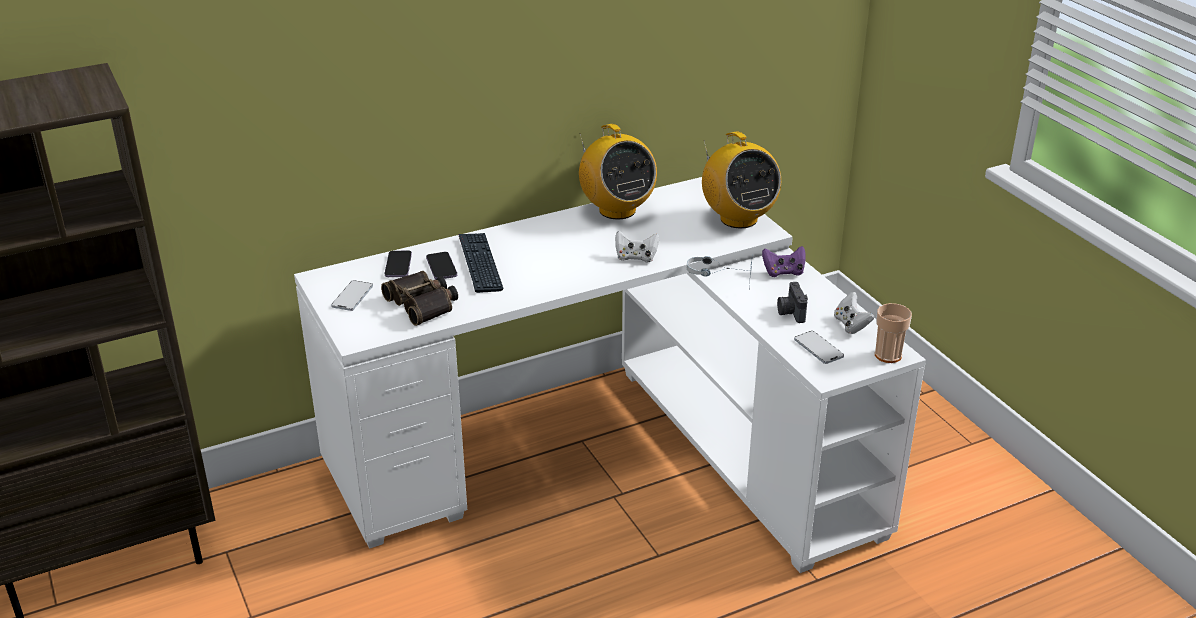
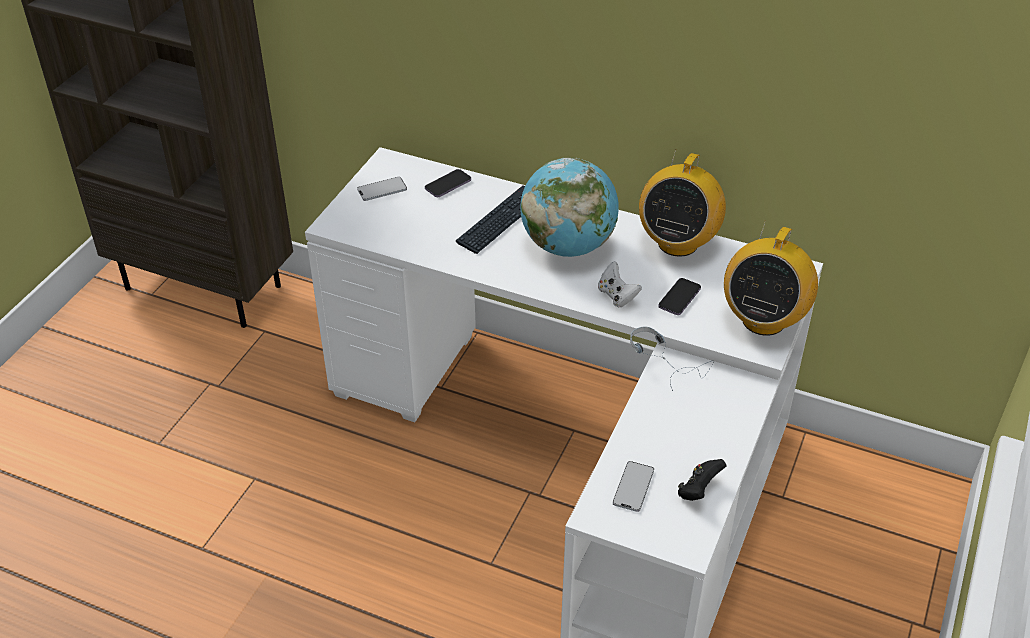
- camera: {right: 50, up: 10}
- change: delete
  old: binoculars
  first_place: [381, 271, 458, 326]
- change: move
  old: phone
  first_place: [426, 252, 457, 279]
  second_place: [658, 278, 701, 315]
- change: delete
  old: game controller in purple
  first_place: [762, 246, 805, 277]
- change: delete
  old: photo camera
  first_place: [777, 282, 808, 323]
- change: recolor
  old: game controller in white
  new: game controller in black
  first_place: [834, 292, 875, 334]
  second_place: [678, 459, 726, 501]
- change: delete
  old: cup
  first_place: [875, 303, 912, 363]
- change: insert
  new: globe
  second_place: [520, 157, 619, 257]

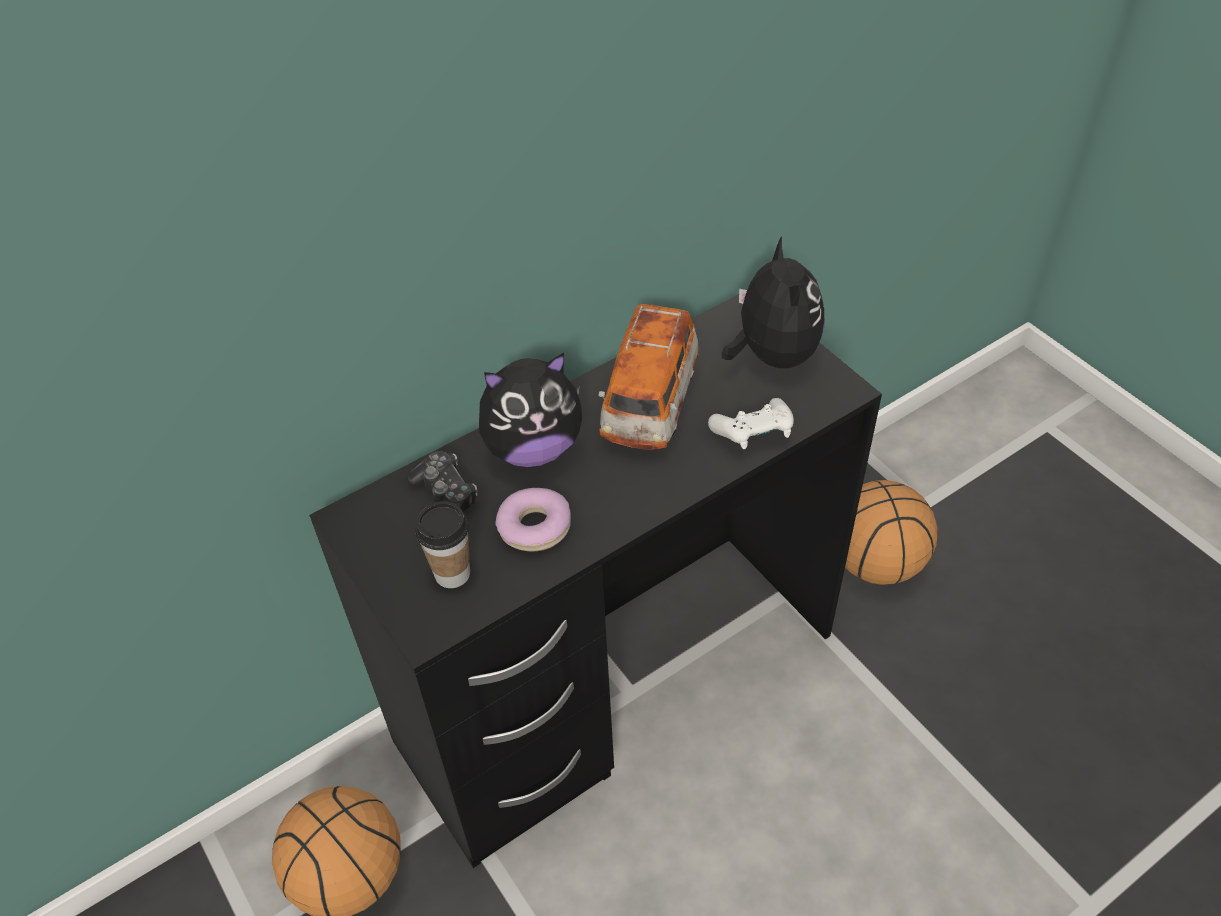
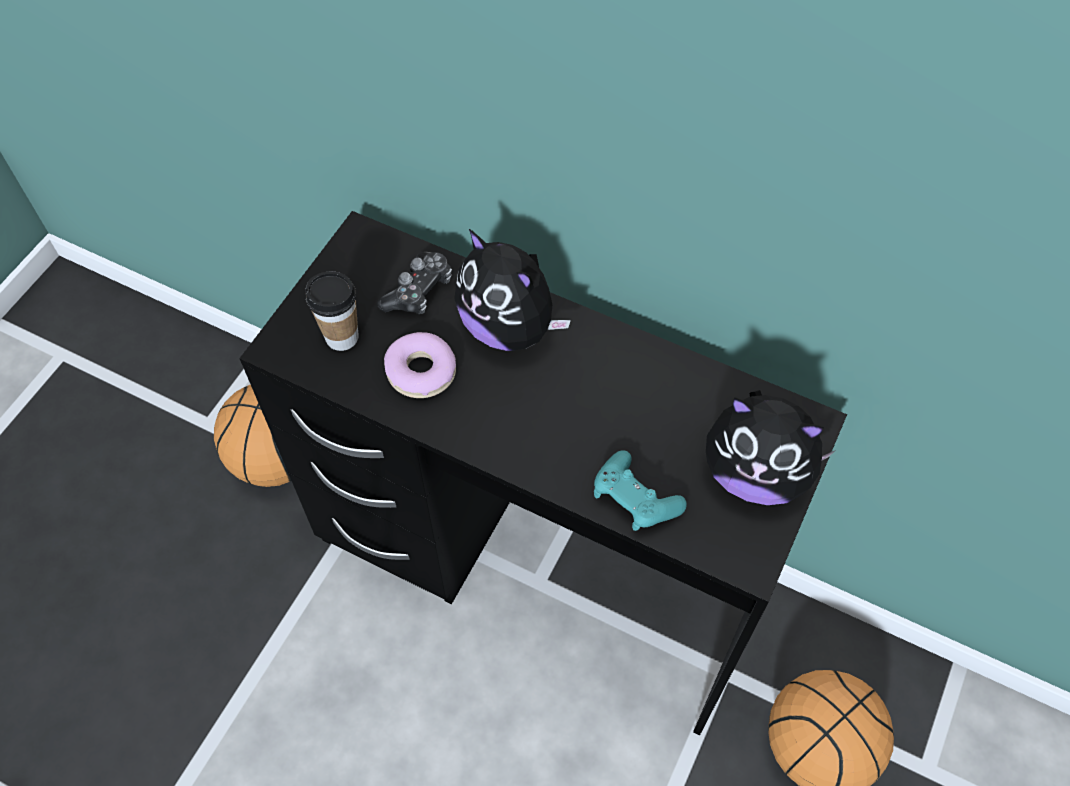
- camera: {right: 60, up: 10}
- change: delete
  old: toy car
  first_place: [598, 304, 699, 450]
- change: recolor
  old: game controller in white
  new: game controller in turquoise
  first_place: [708, 398, 794, 449]
  second_place: [594, 450, 687, 531]
- change: rotate
  old: plush toy
  first_place: [722, 236, 825, 368]
  second_place: [706, 390, 836, 505]
  degrees: 60

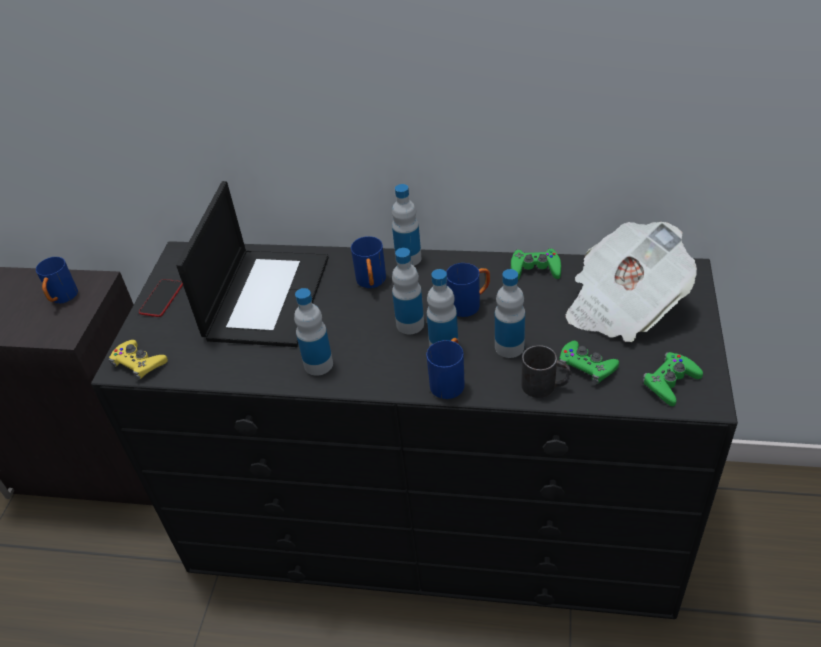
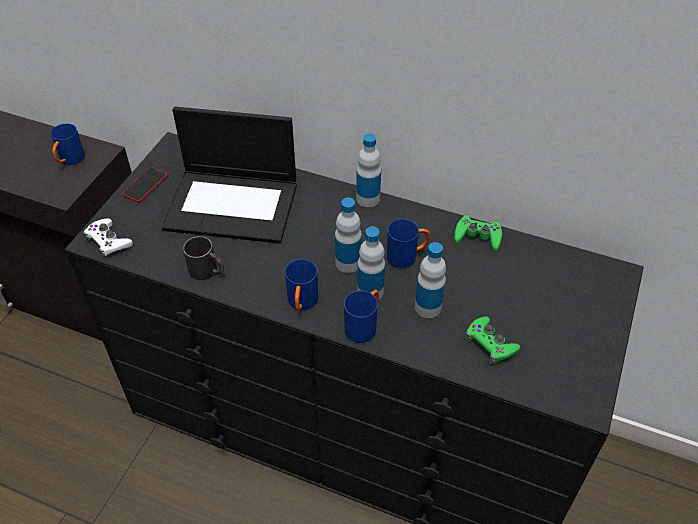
- camera: {right: 10, up: 5}
- change: recolor
  old: game controller in yellow
  new: game controller in white
  first_place: [108, 340, 168, 381]
  second_place: [83, 219, 133, 257]
- change: rotate
  old: laptop
  first_place: [176, 181, 329, 347]
  second_place: [162, 107, 297, 243]
  degrees: 75
- change: delete
  old: bottle
  first_place: [294, 288, 333, 376]
- change: move
  old: mug in blue
  first_place: [351, 236, 386, 288]
  second_place: [285, 259, 318, 311]
- change: move
  old: mug in black
  first_place: [521, 345, 571, 398]
  second_place: [183, 236, 224, 281]
- change: delete
  old: newspaper
  first_place: [566, 222, 697, 342]
- change: delete
  old: game controller in green
  first_place: [642, 352, 703, 406]

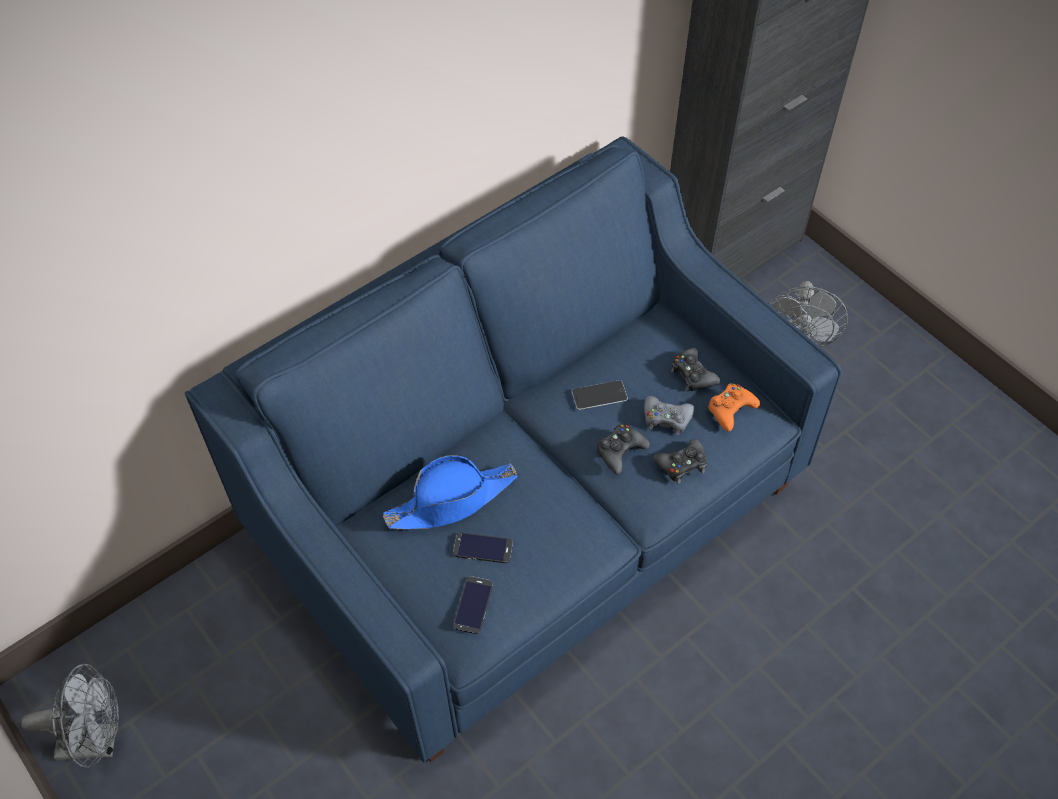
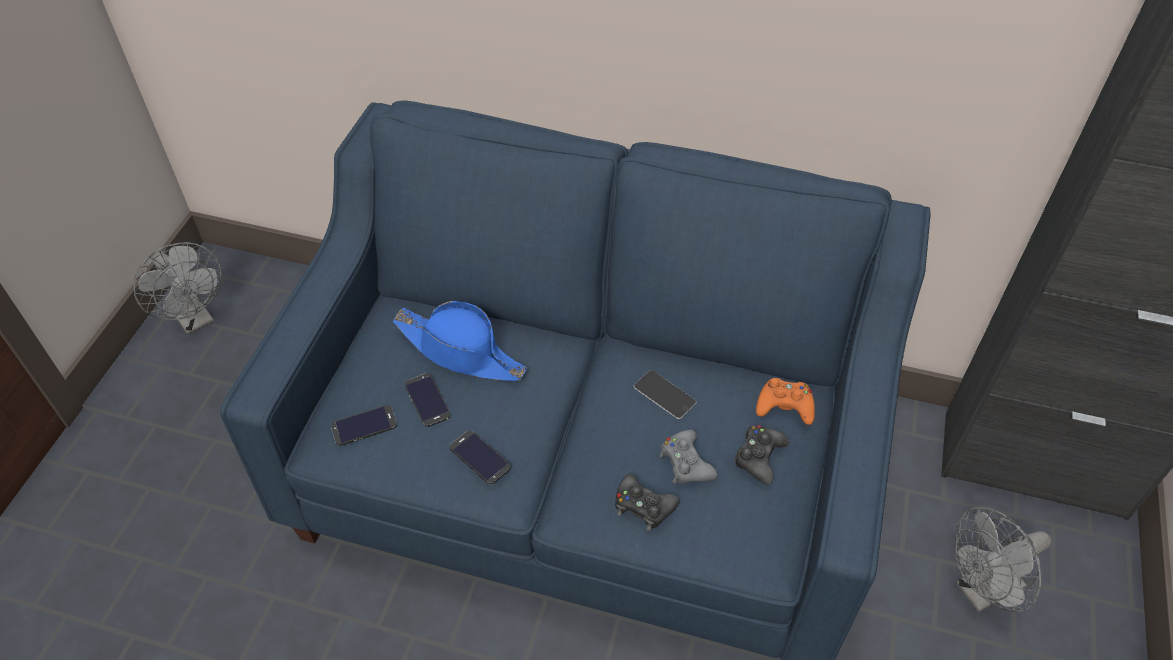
- camera: {right: 55, up: -5}
- change: delete
  old: game controller in black
  first_place: [597, 424, 650, 475]
- change: move
  old: game controller in orange
  first_place: [708, 383, 760, 432]
  second_place: [756, 378, 815, 425]
- change: insert
  new: phone
  second_place: [450, 431, 510, 484]

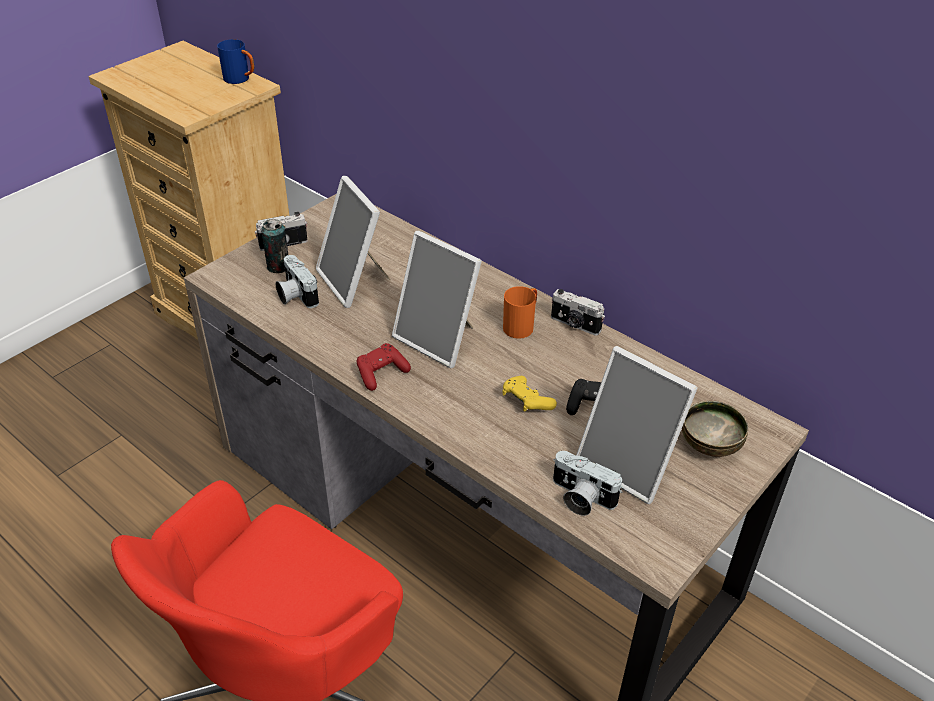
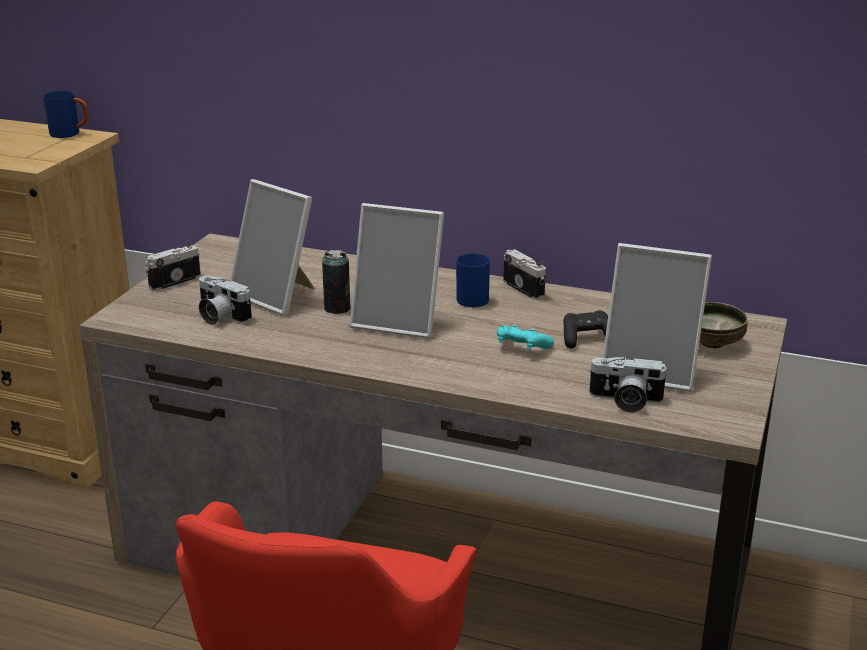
- camera: {right: -20, up: -15}
- change: move
  old: can
  first_place: [261, 219, 288, 273]
  second_place: [322, 250, 350, 314]
- change: delete
  old: game controller in red
  first_place: [357, 343, 411, 391]
- change: recolor
  old: mug in orange
  new: mug in blue
  first_place: [503, 286, 537, 339]
  second_place: [456, 253, 490, 307]
- change: recolor
  old: game controller in yellow
  new: game controller in turquoise
  first_place: [503, 376, 557, 412]
  second_place: [497, 325, 554, 350]
- change: rotate
  old: photo camera
  first_place: [551, 289, 605, 336]
  second_place: [503, 249, 546, 300]
  degrees: -135

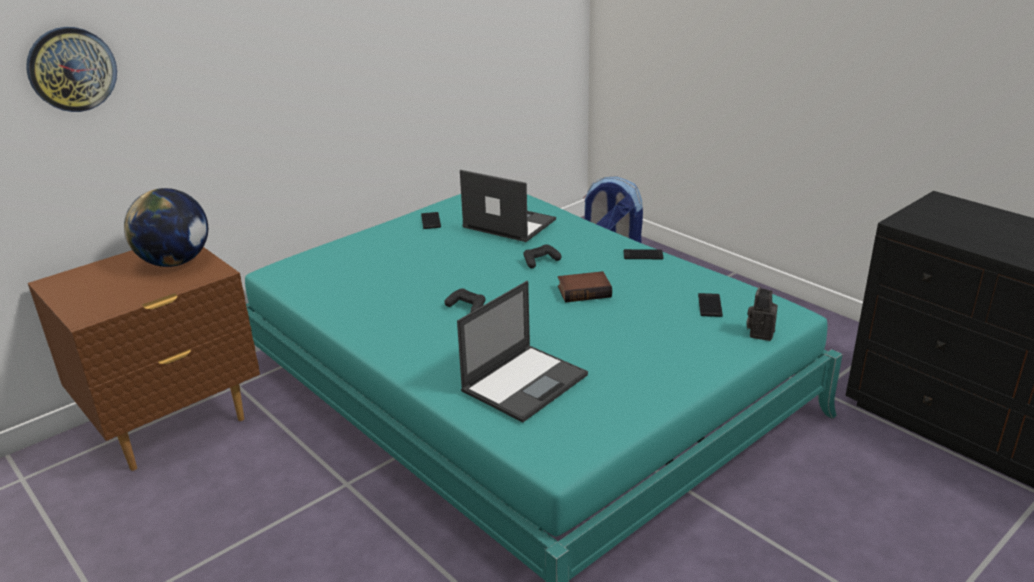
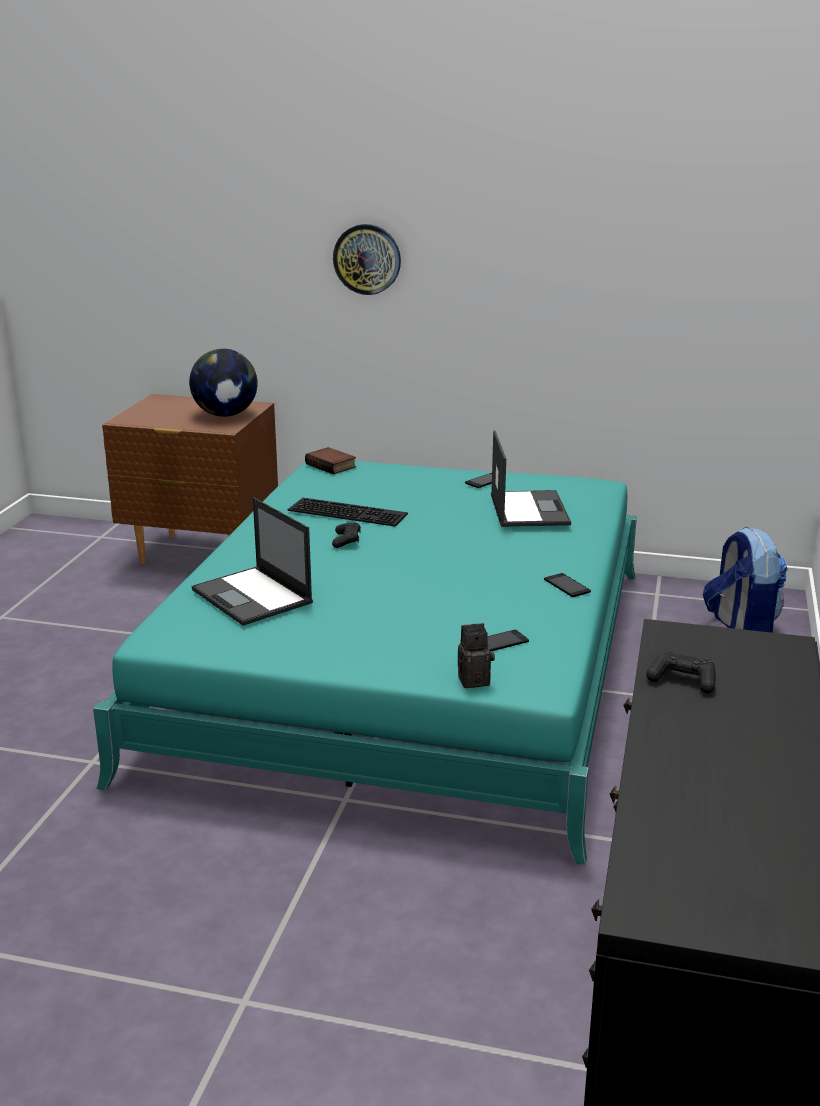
- camera: {right: 55, up: -5}
- change: move
  old: wall clock
  first_place: [26, 27, 117, 112]
  second_place: [333, 224, 401, 295]
- change: rotate
  old: laptop
  first_place: [457, 281, 588, 422]
  second_place: [192, 497, 313, 626]
  degrees: 45
- change: move
  old: game controller in black
  first_place: [524, 244, 562, 268]
  second_place: [646, 651, 716, 693]
- change: move
  old: book
  first_place: [558, 271, 612, 302]
  second_place: [305, 447, 356, 474]
- change: insert
  new: keyboard
  second_place: [288, 498, 408, 527]

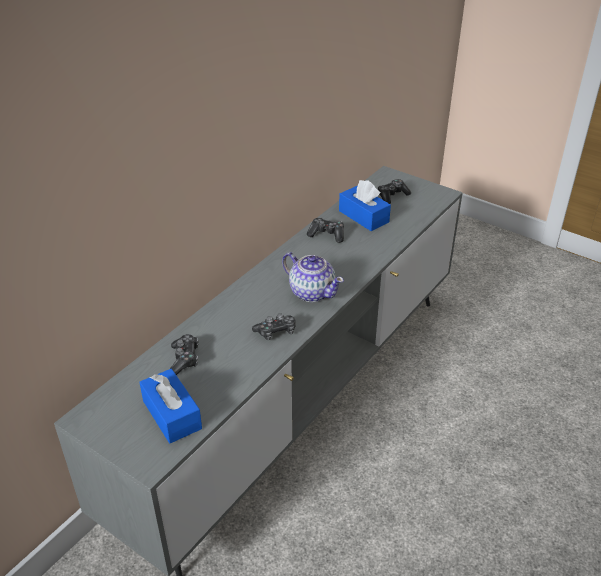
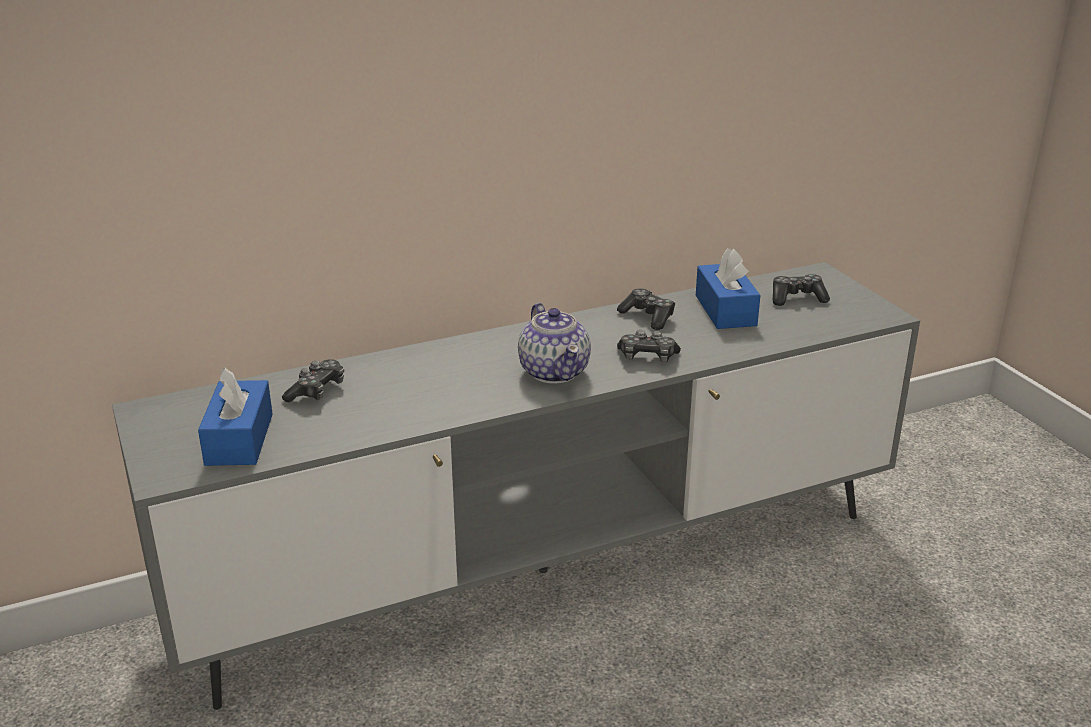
- camera: {right: 30, up: -10}
- change: move
  old: game controller
  first_place: [252, 313, 296, 340]
  second_place: [617, 330, 681, 362]

